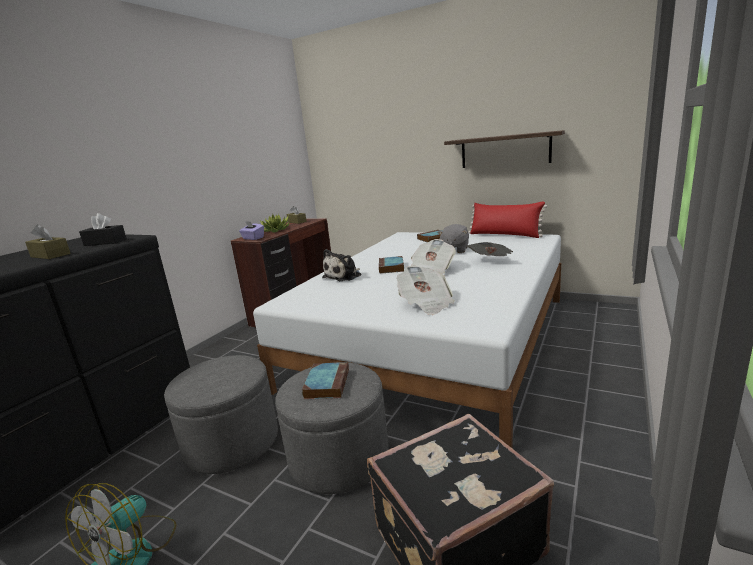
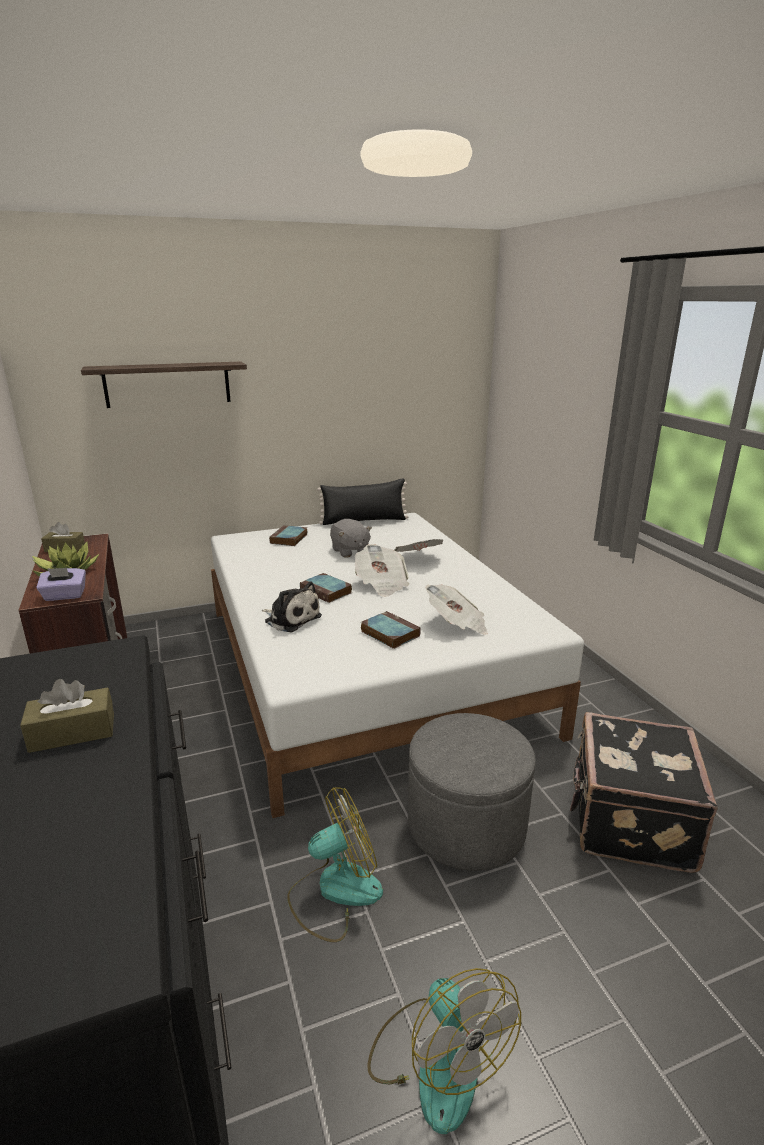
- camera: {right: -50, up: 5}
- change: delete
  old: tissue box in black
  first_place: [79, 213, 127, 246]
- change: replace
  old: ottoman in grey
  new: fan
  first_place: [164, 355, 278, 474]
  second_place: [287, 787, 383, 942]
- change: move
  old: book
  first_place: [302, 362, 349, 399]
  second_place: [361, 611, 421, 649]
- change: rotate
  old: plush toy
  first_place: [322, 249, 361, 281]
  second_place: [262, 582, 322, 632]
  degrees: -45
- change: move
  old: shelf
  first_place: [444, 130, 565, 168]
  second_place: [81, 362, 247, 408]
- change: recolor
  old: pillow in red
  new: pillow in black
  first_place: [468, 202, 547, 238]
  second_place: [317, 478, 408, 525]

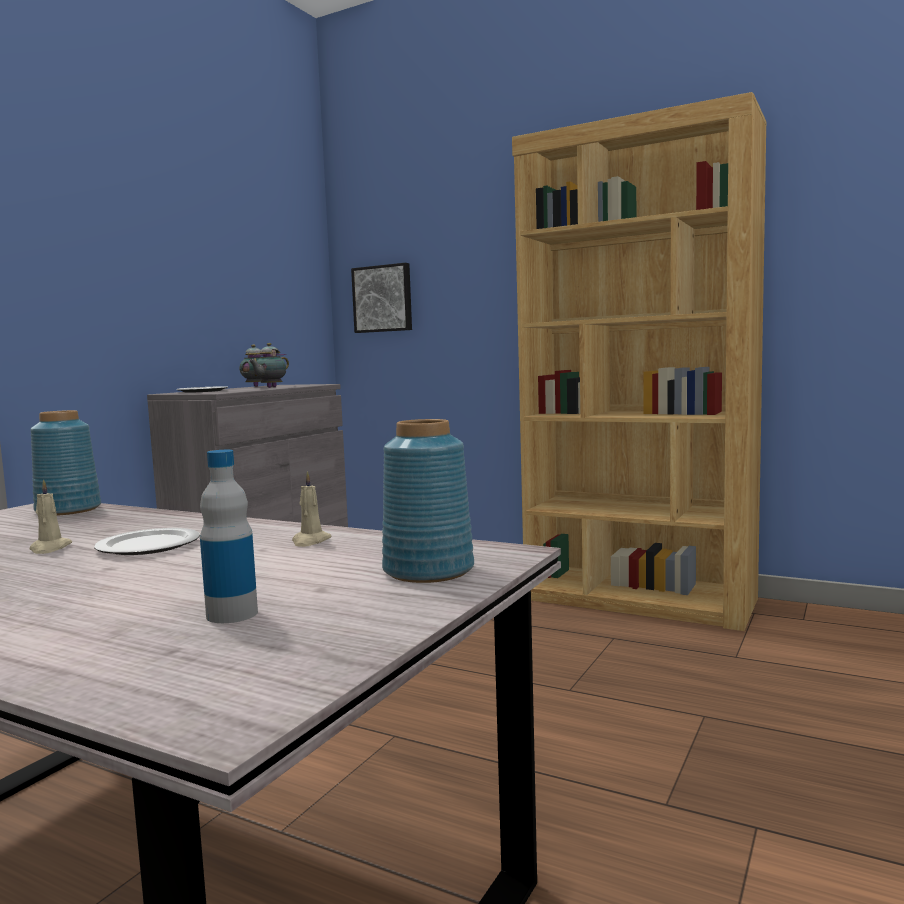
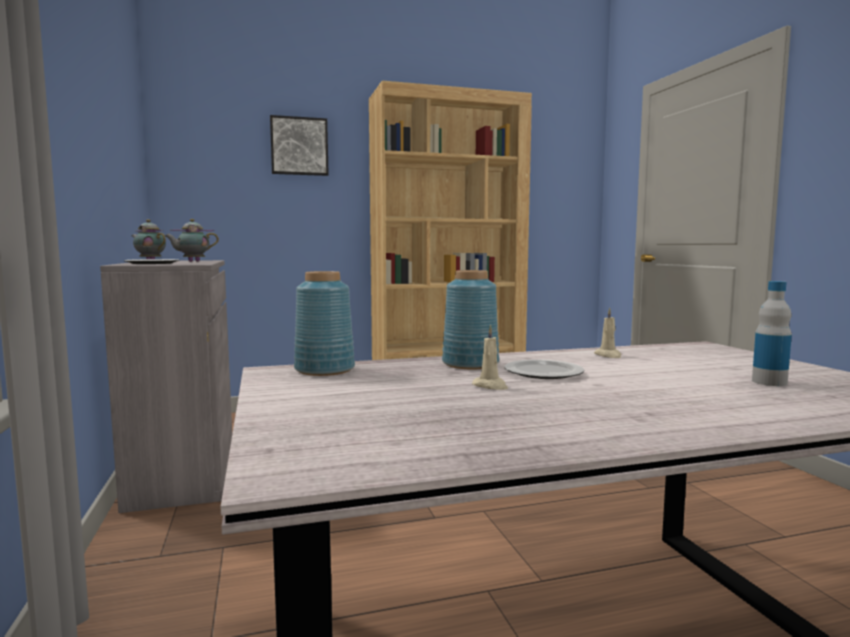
- camera: {right: -45, up: 0}
- change: rotate
  old: teapot
  first_place: [249, 343, 289, 388]
  second_place: [165, 219, 219, 262]
  degrees: 75
- change: move
  old: picture
  first_place: [351, 263, 412, 333]
  second_place: [270, 115, 329, 176]
- change: move
  old: vase in blue
  first_place: [382, 419, 474, 583]
  second_place: [442, 270, 499, 369]

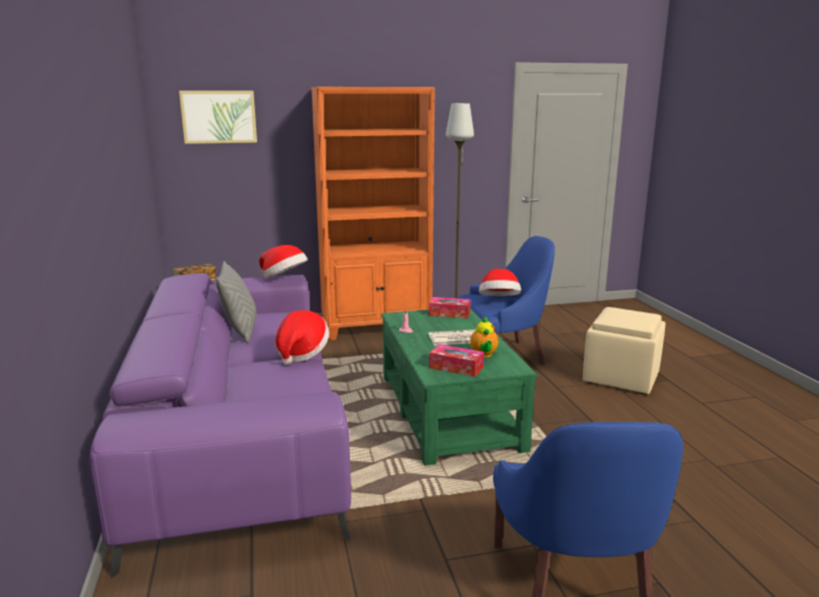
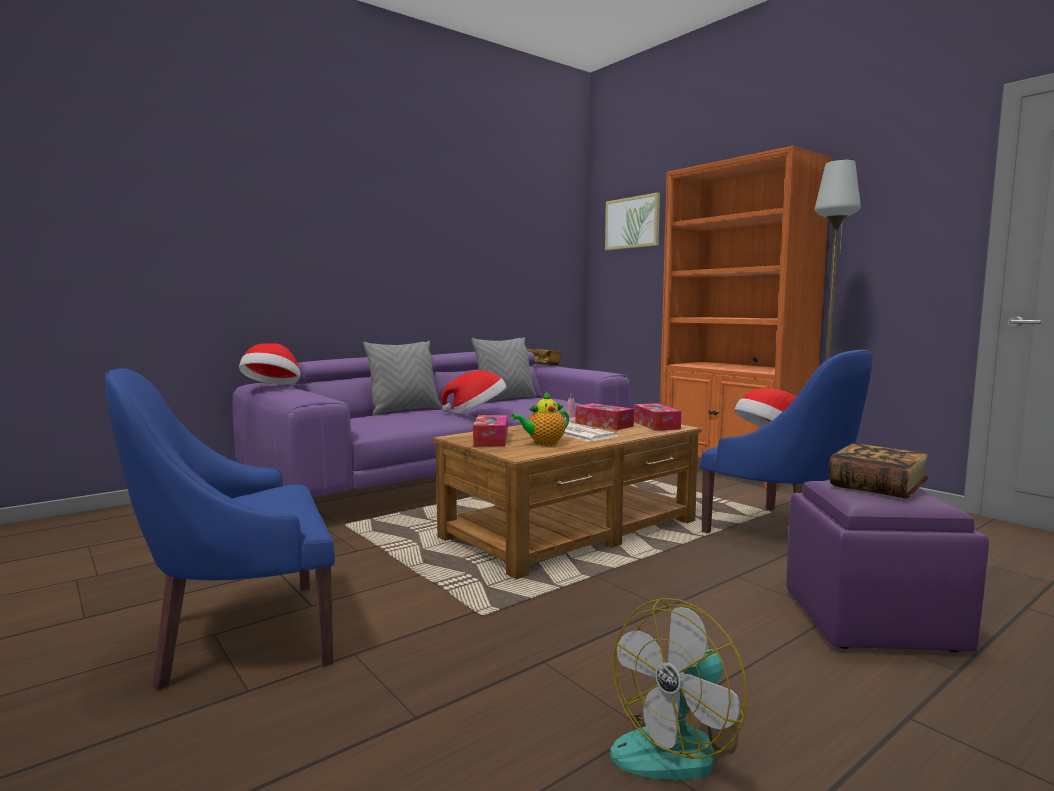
- camera: {right: 65, up: -10}
- change: move
  old: hat
  first_place: [259, 245, 308, 279]
  second_place: [239, 343, 300, 385]
- change: recolor
  old: coffee table in green
  new: coffee table in brown
  first_place: [381, 309, 538, 466]
  second_place: [433, 421, 701, 579]
- change: recolor
  old: ottoman in beige
  new: ottoman in purple
  first_place: [583, 307, 665, 394]
  second_place: [787, 481, 989, 652]
- change: insert
  new: pillow in grey
  second_place: [363, 341, 441, 416]
- change: insert
  new: tissue box
  second_place: [575, 403, 634, 430]
- change: insert
  new: fan
  second_place: [610, 598, 748, 780]
- change: insert
  new: book
  second_place: [829, 443, 929, 498]

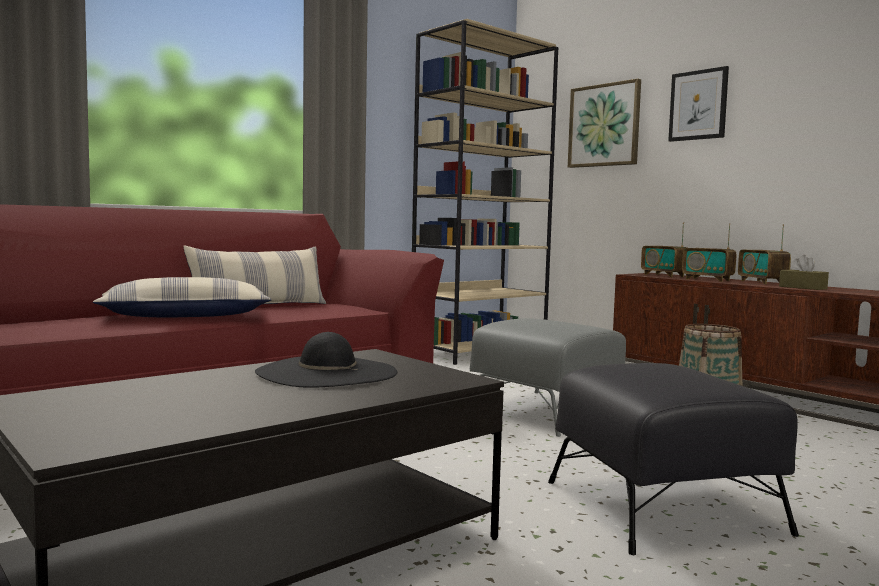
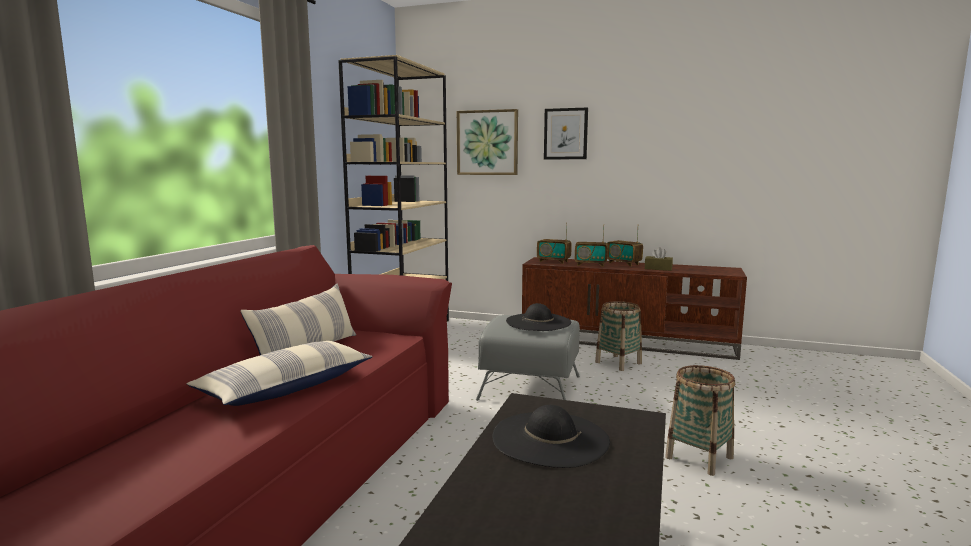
- camera: {right: -30, up: 5}
- change: replace
  old: ottoman in black
  new: basket
  first_place: [548, 363, 799, 555]
  second_place: [665, 365, 735, 476]
- change: insert
  new: hat in black
  second_place: [506, 303, 571, 331]

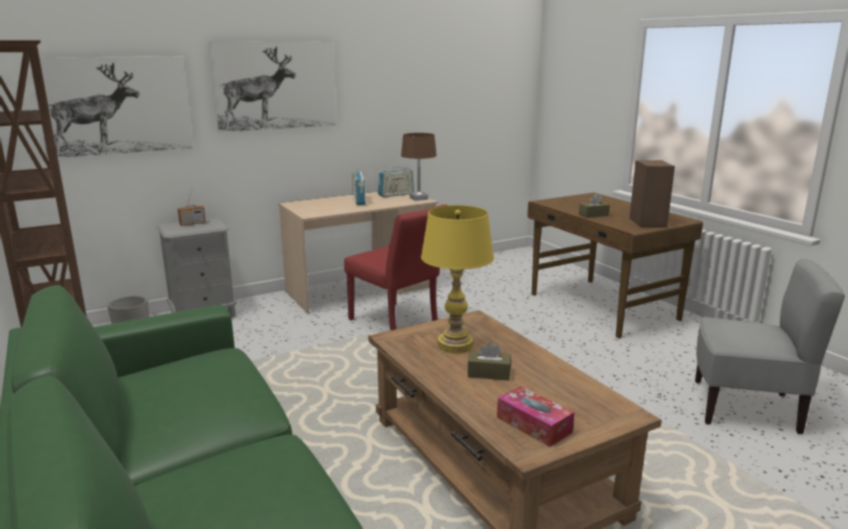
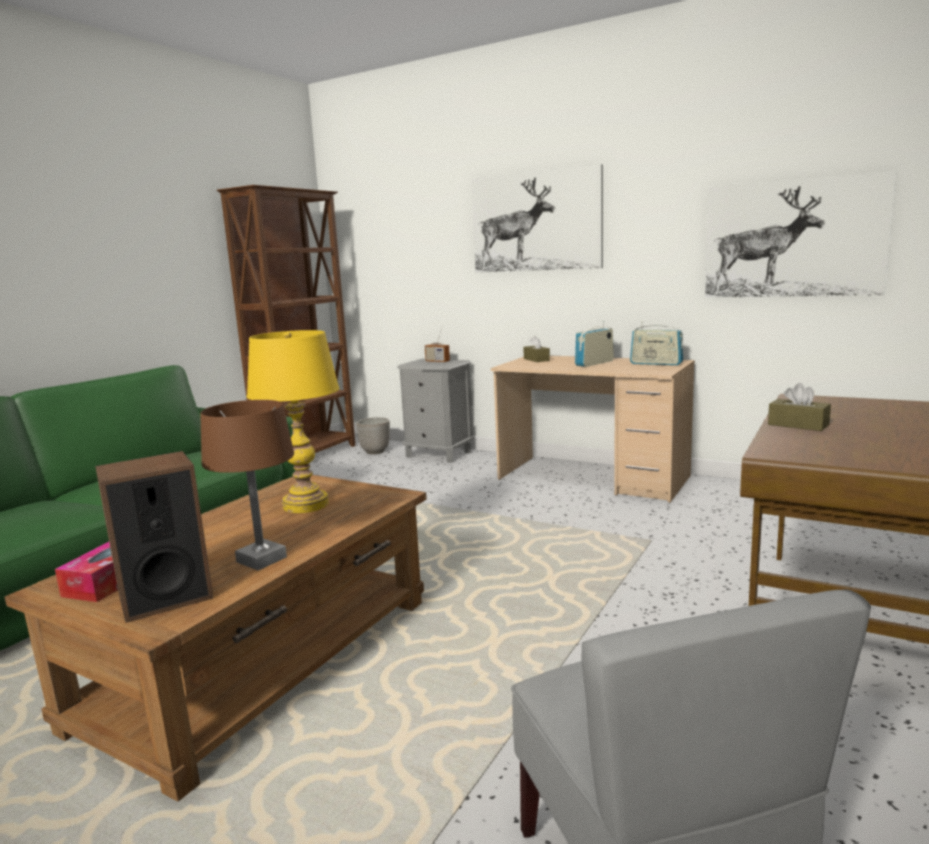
- camera: {right: 60, up: -5}
- change: move
  old: picture
  first_place: [29, 57, 194, 159]
  second_place: [705, 171, 897, 298]
- change: delete
  old: chair in red
  first_place: [344, 204, 448, 331]
- change: move
  old: table lamp in brown
  first_place: [401, 133, 437, 201]
  second_place: [200, 400, 294, 570]
- change: move
  old: tissue box in brown
  first_place: [467, 342, 511, 381]
  second_place: [523, 336, 550, 362]
- change: move
  old: speaker
  first_place: [629, 160, 675, 227]
  second_place: [95, 451, 213, 623]

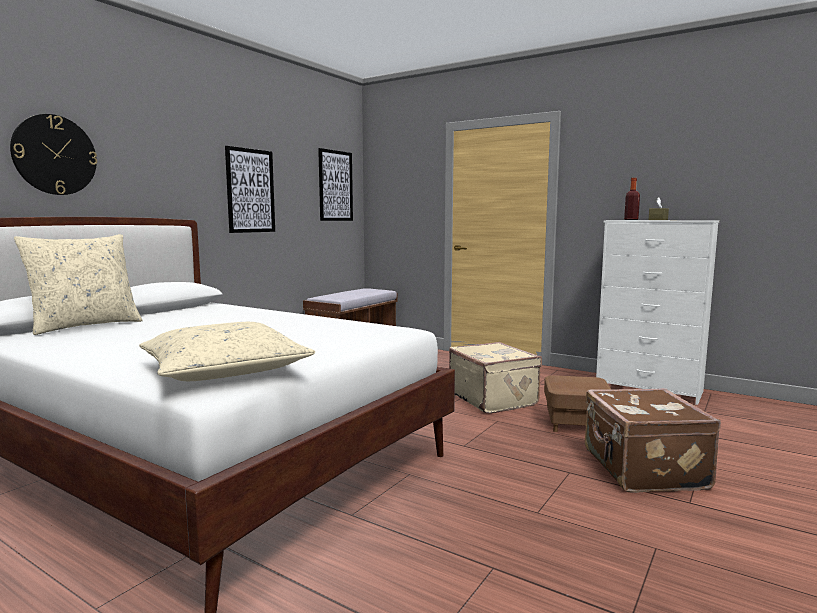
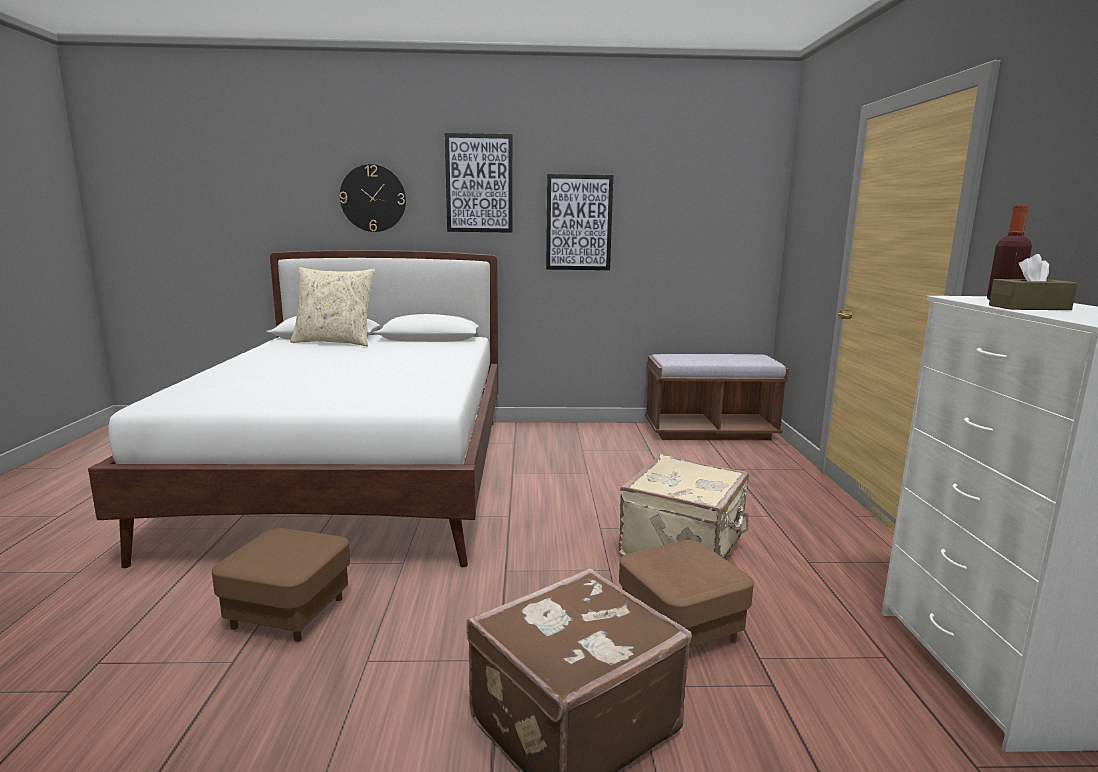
- camera: {right: 55, up: 5}
- change: delete
  old: pillow in beige
  first_place: [139, 322, 315, 381]
- change: move
  old: picture
  first_place: [318, 148, 353, 221]
  second_place: [445, 133, 513, 233]
- change: insert
  new: ottoman in brown
  second_place: [212, 528, 350, 642]

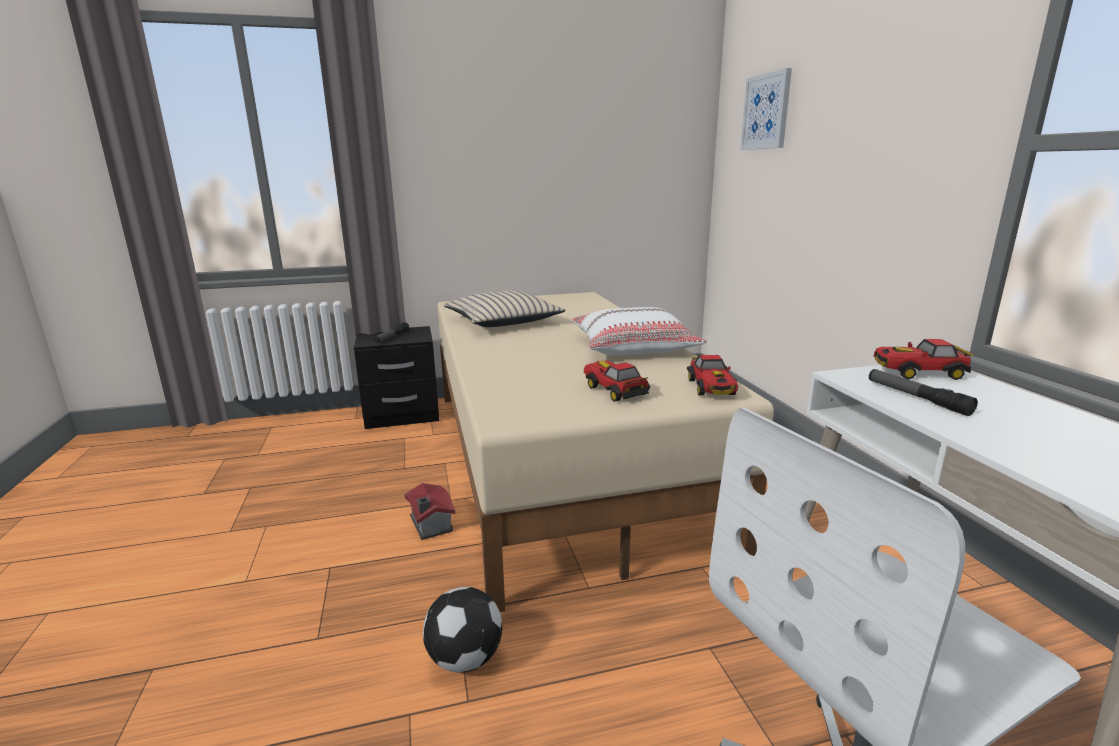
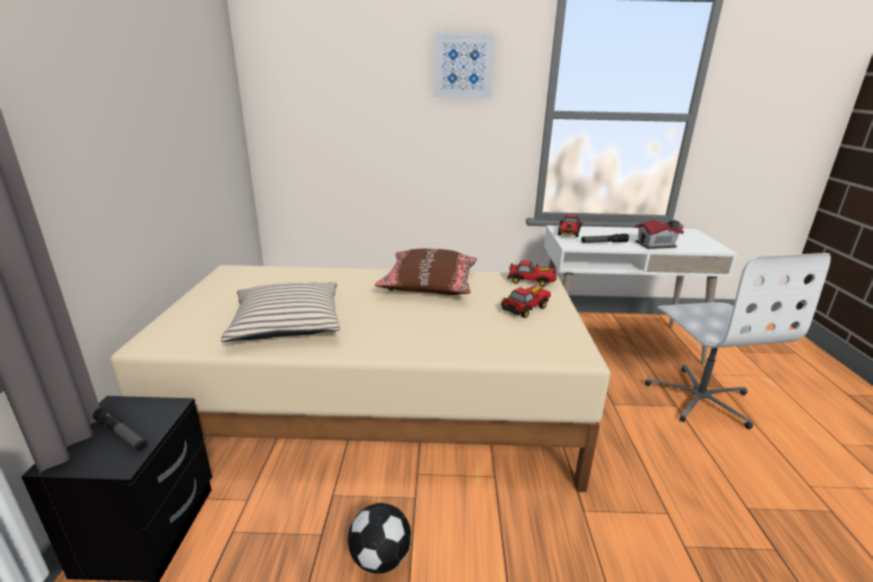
- camera: {right: -75, up: 5}
- change: move
  old: toy house
  first_place: [405, 483, 456, 540]
  second_place: [635, 220, 684, 249]
- change: move
  old: football
  first_place: [423, 587, 502, 673]
  second_place: [348, 503, 411, 574]
- change: recolor
  old: pillow in white
  new: pillow in brown
  first_place: [572, 307, 707, 355]
  second_place: [375, 249, 477, 295]
- change: rotate
  old: toy car
  first_place: [584, 360, 650, 402]
  second_place: [501, 286, 551, 318]
  degrees: 150
- change: move
  old: picture
  first_place: [740, 68, 792, 150]
  second_place: [434, 33, 495, 98]

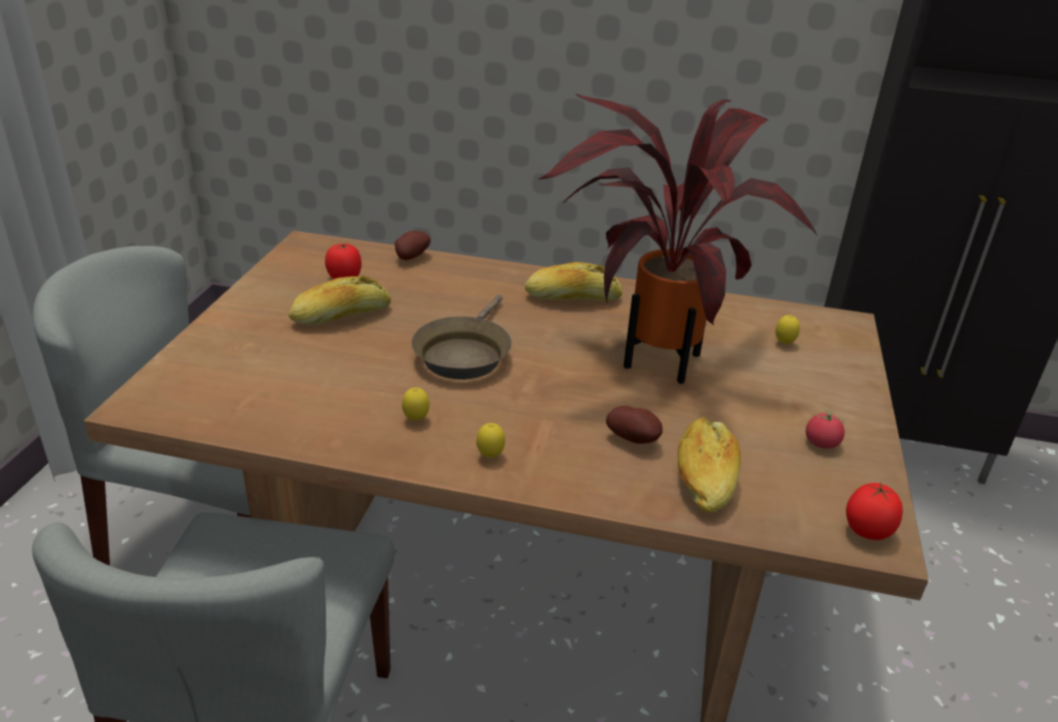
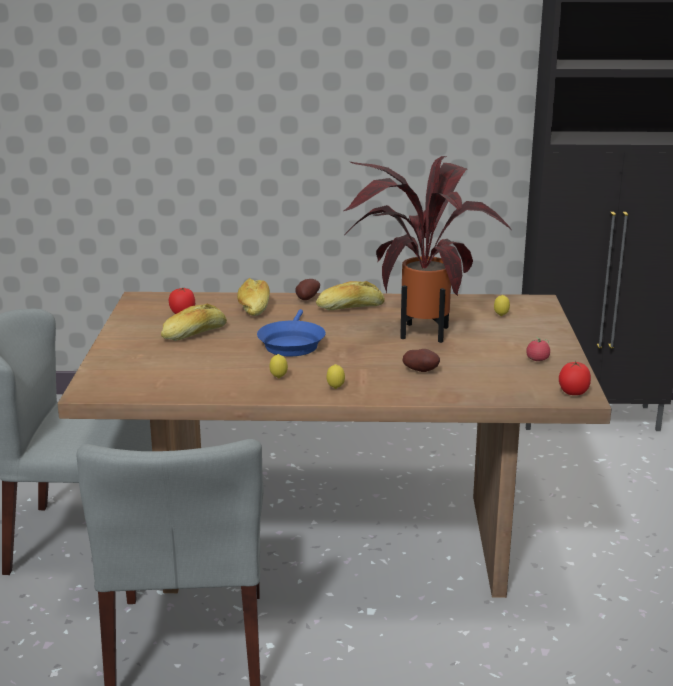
- camera: {right: -10, up: -10}
- change: move
  old: potato
  first_place: [395, 231, 431, 260]
  second_place: [295, 279, 320, 300]
- change: recolor
  old: frying pan in brown
  new: frying pan in blue
  first_place: [411, 294, 512, 380]
  second_place: [257, 309, 326, 356]
- change: move
  old: bread
  first_place: [678, 417, 741, 513]
  second_place: [237, 278, 270, 316]

